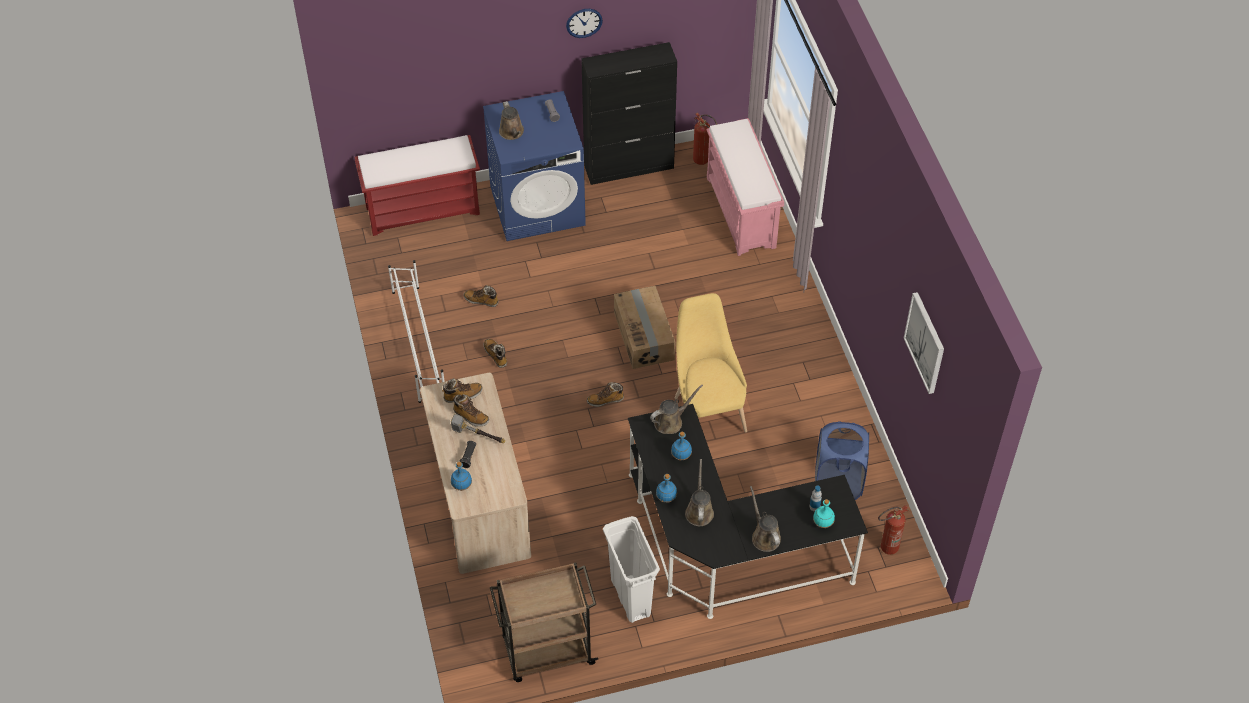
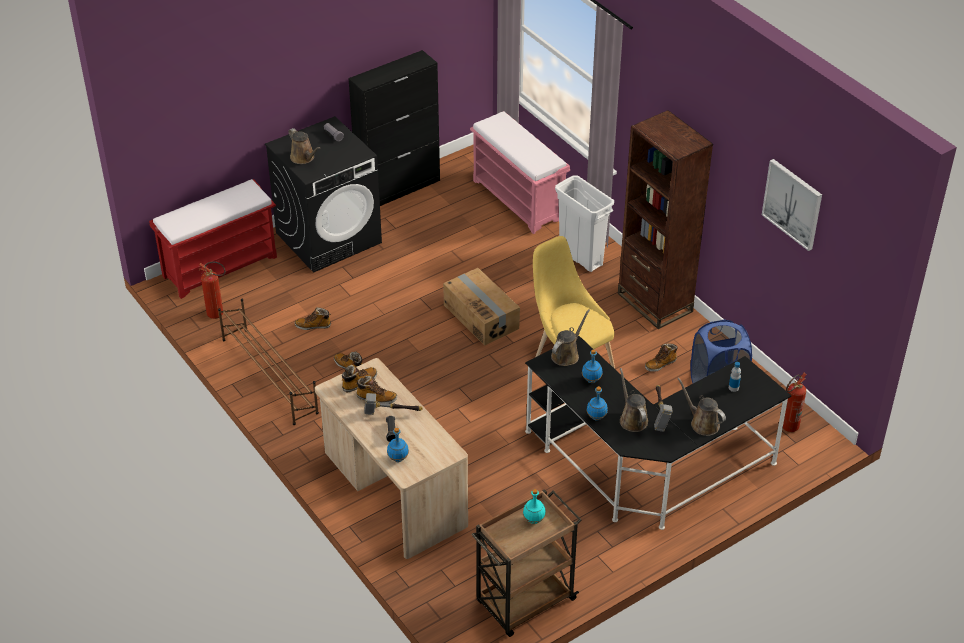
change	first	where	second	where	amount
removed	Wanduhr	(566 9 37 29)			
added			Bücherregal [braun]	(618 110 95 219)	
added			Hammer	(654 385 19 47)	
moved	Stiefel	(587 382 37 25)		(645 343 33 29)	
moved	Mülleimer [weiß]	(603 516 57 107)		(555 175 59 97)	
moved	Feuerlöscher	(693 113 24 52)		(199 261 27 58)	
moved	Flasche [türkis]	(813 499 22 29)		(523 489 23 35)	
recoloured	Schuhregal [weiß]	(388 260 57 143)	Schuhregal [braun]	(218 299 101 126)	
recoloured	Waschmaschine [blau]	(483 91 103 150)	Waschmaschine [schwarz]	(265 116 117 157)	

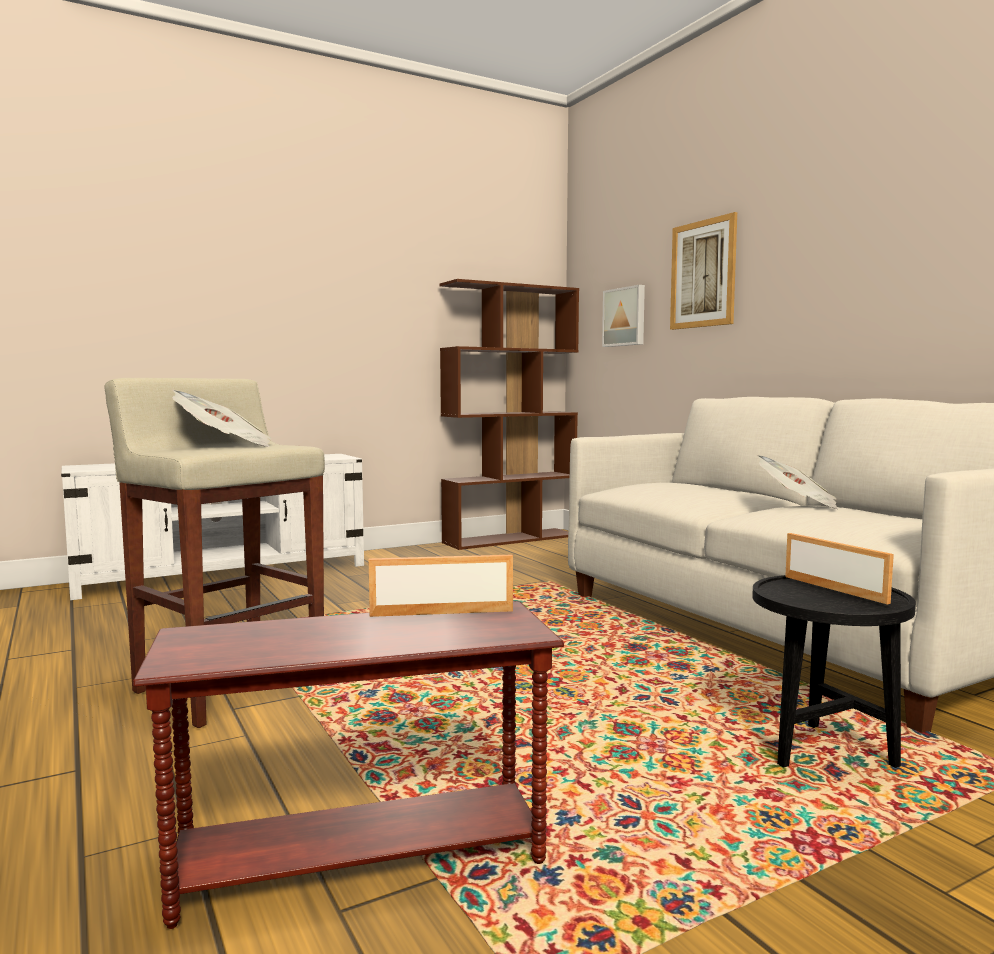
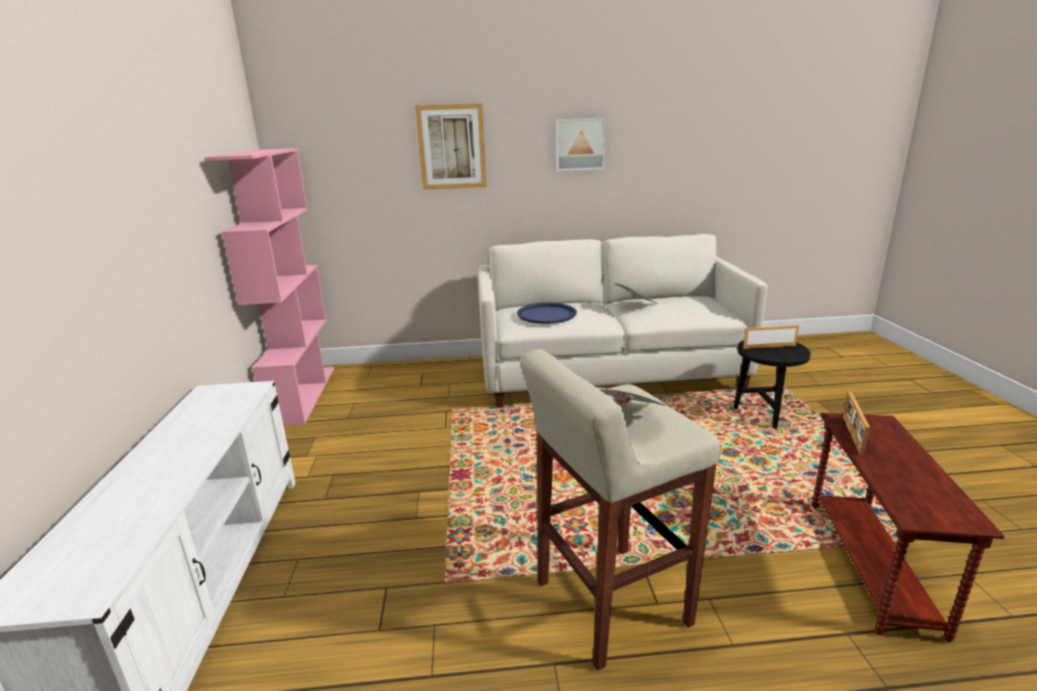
change	first	where	second	where	amount
added			Tablett [blau]	(517 303 60 21)	
moved	Bild	(602 285 43 62)		(556 118 50 53)	
recoloured	Bücherregal [braun]	(440 279 139 271)	Bücherregal [rosa]	(205 148 129 278)	

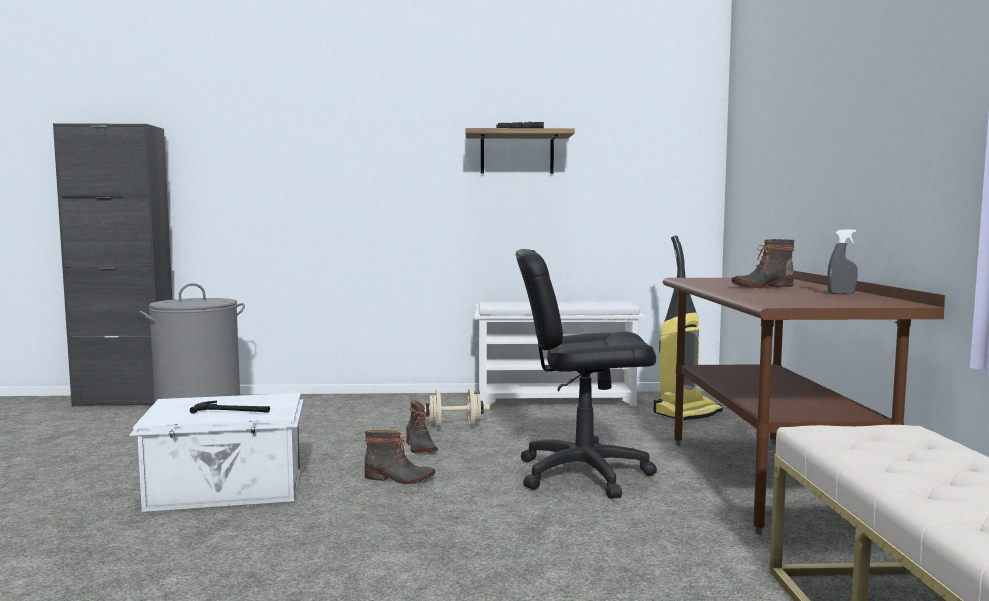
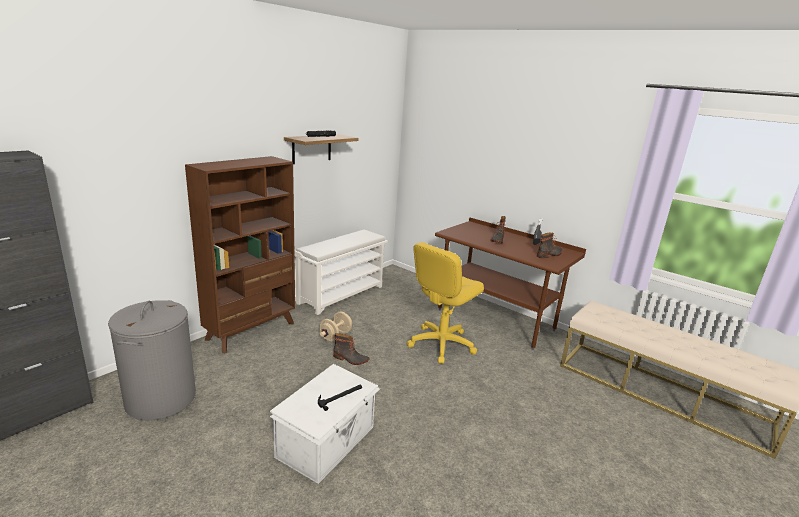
change	first	where	second	where	amount
removed	Staubsauger	(653 236 70 185)			
added			Bücherregal [braun]	(185 156 110 197)	
moved	Stiefel	(364 430 71 54)		(537 233 26 25)	
recoloured	Bürostuhl [schwarz]	(516 249 141 250)	Bürostuhl [gelb]	(407 242 77 122)	

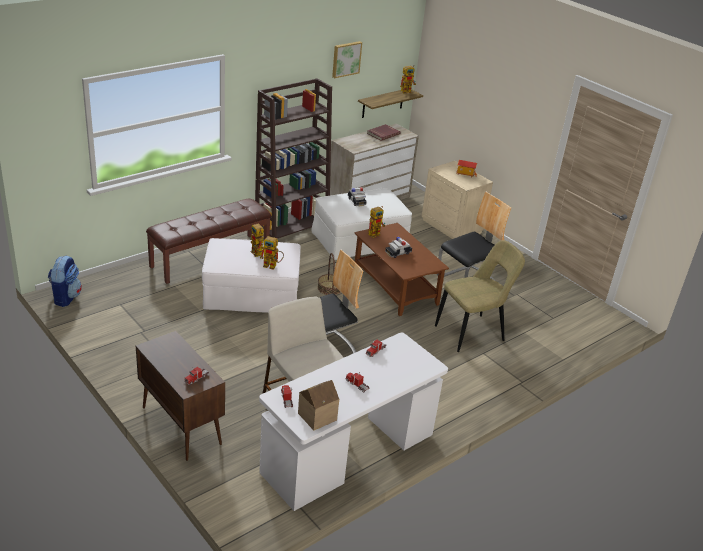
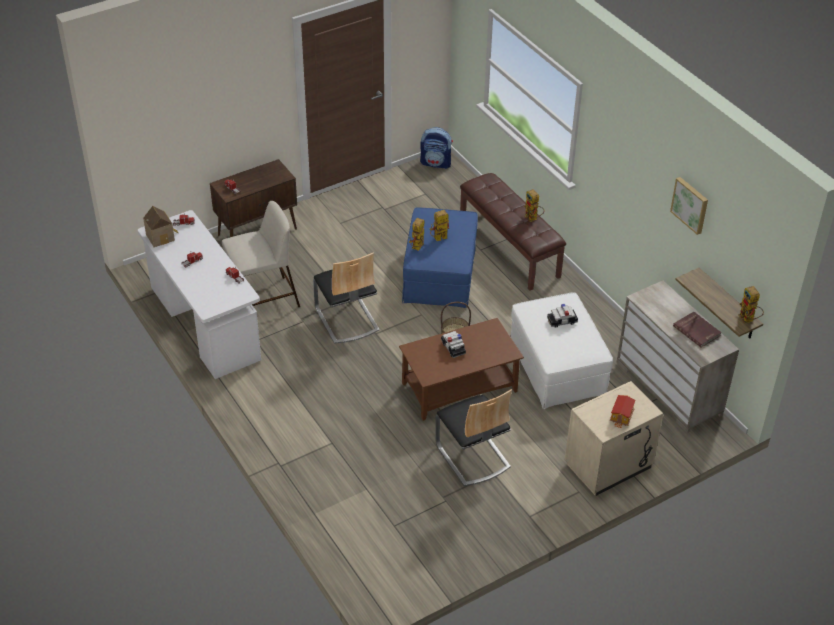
change	first	where	second	where	amount
removed	Bücherregal [braun]	(255 78 77 161)			
removed	Stuhl [beige]	(435 240 90 112)			
moved	Spielzeugroboter	(368 206 18 32)		(524 189 20 33)	
recoloured	Polsterhocker [weiß]	(202 238 99 75)	Polsterhocker [blau]	(402 207 76 101)	

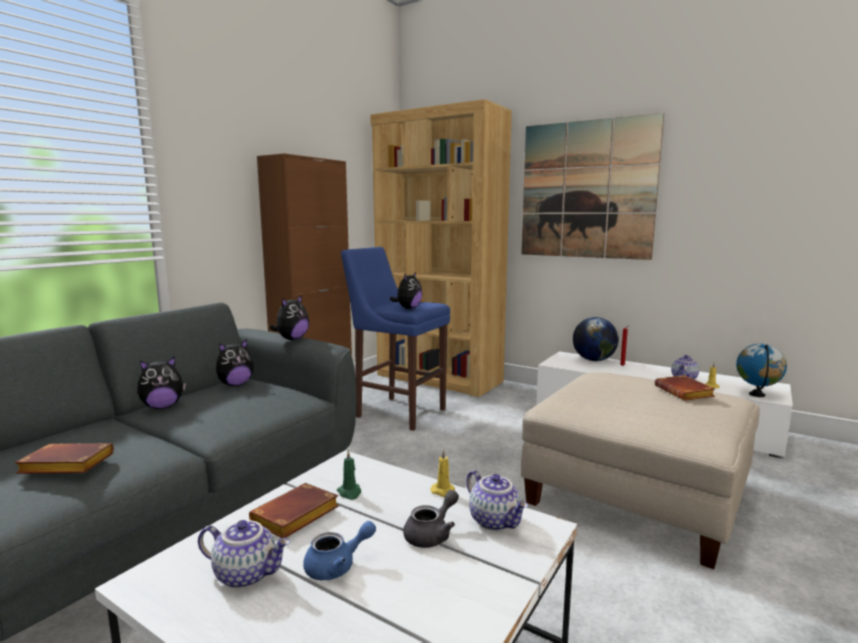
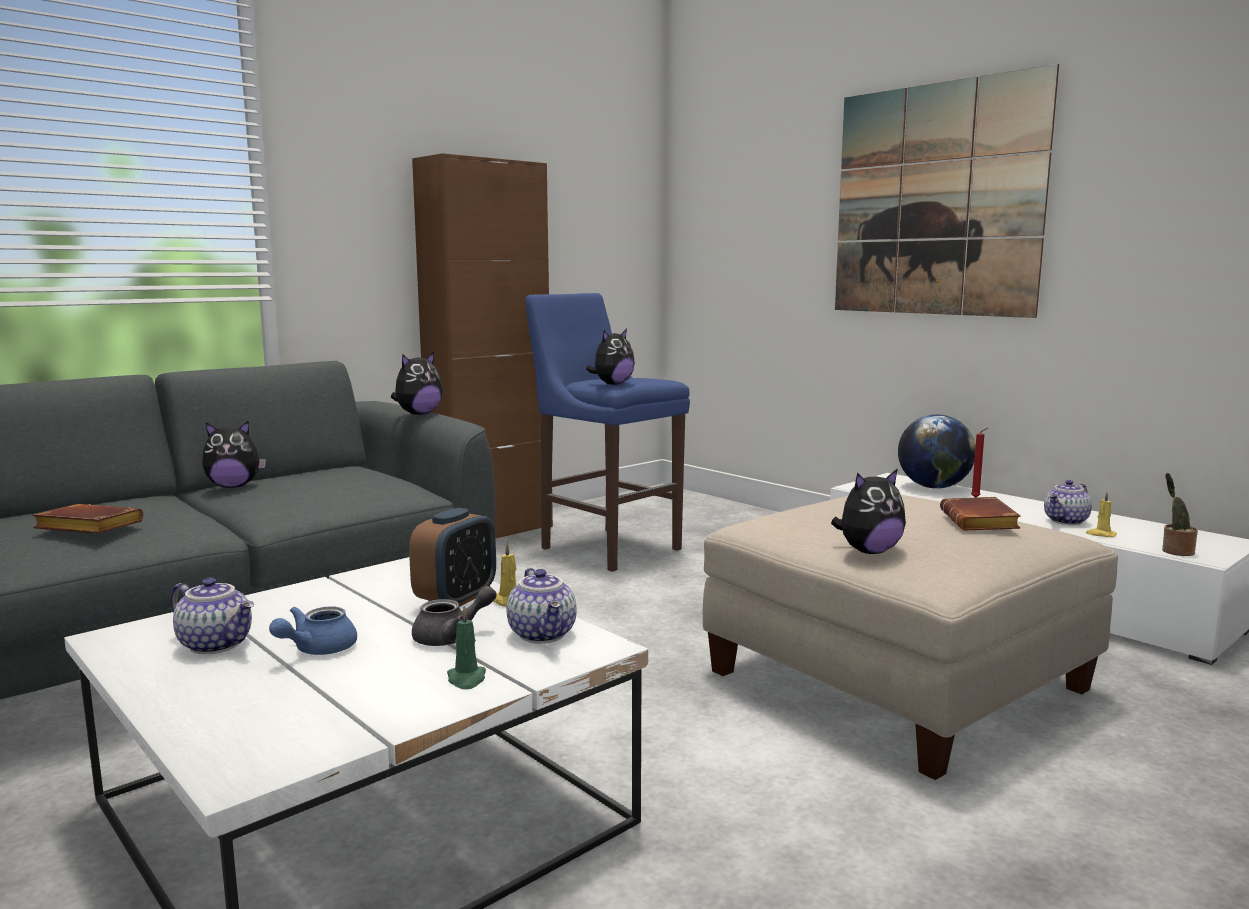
change	first	where	second	where	amount
removed	Buch [braun]	(249 483 90 55)			
removed	Bücherregal [braun]	(370 99 142 298)			
added			Wecker	(409 508 87 99)	
moved	Plüschtier	(216 339 38 47)		(831 468 75 86)	
moved	Kerze [grün]	(337 450 24 50)		(447 607 39 82)	
replaced	Globus	(736 344 51 53)	Topfpflanze	(1162 473 36 83)	
turned	Teekanne [blau]	(303 521 73 59)		(269 606 88 49)	135 degrees clockwise

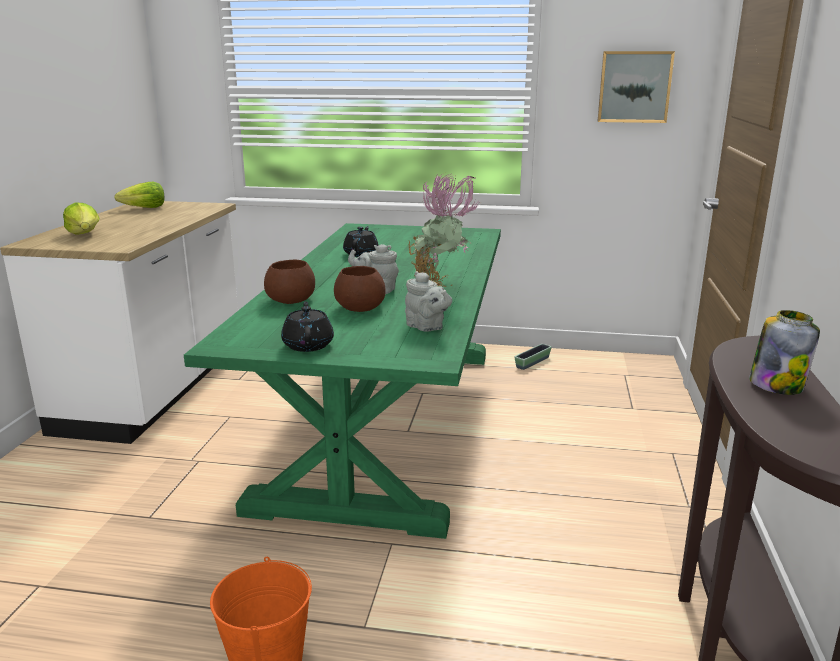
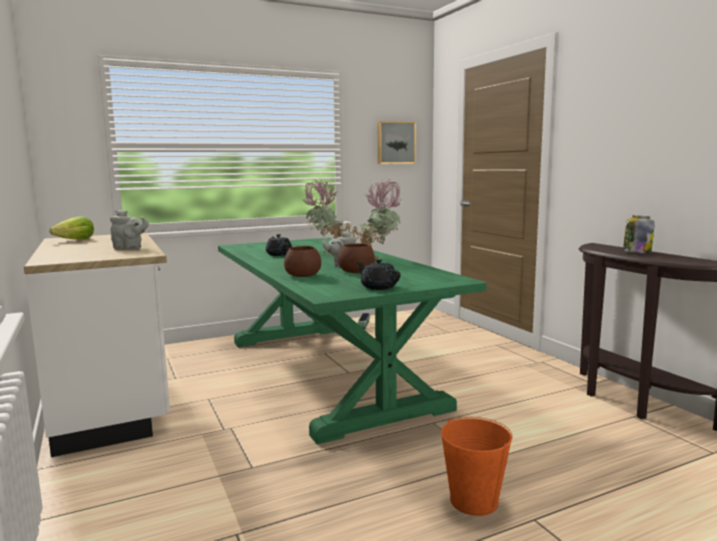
change	first	where	second	where	amount
removed	Salatkopf	(63 202 36 33)			
added			Topfpflanze	(303 179 47 75)	
moved	Teekanne [grau]	(405 271 47 61)		(110 210 39 39)	

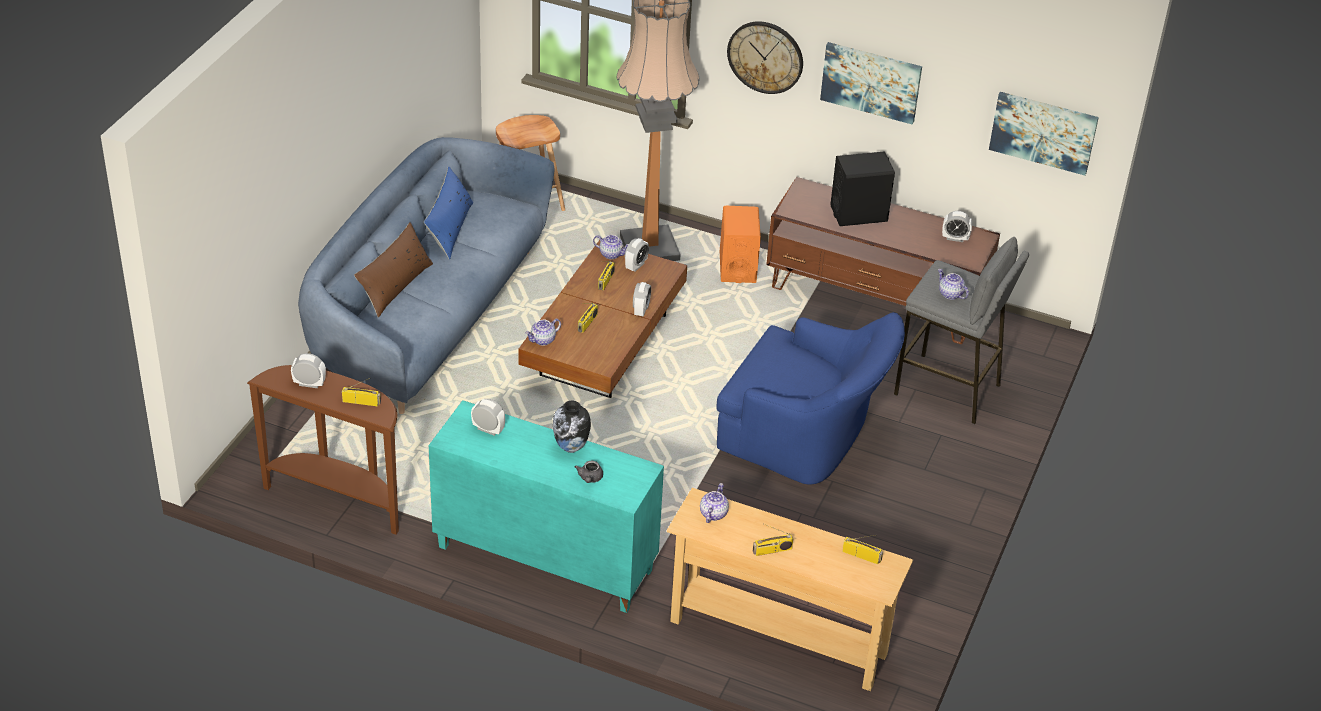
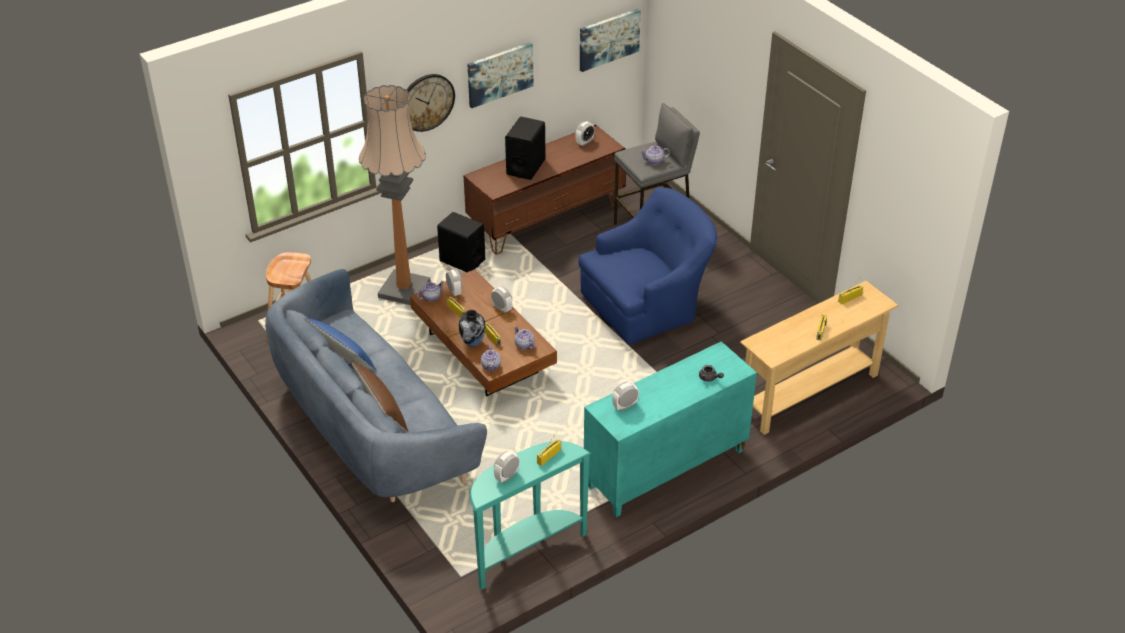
change	first	where	second	where	amount
moved	Vase	(553 401 38 52)		(459 310 27 37)	
moved	Teekanne	(700 483 29 40)		(514 326 21 24)	
recoloured	Konsolentisch [braun]	(247 365 152 170)	Konsolentisch [türkis]	(469 441 122 149)	
recoloured	Lautsprecher [orange]	(720 206 41 77)	Lautsprecher [schwarz]	(437 212 48 60)	

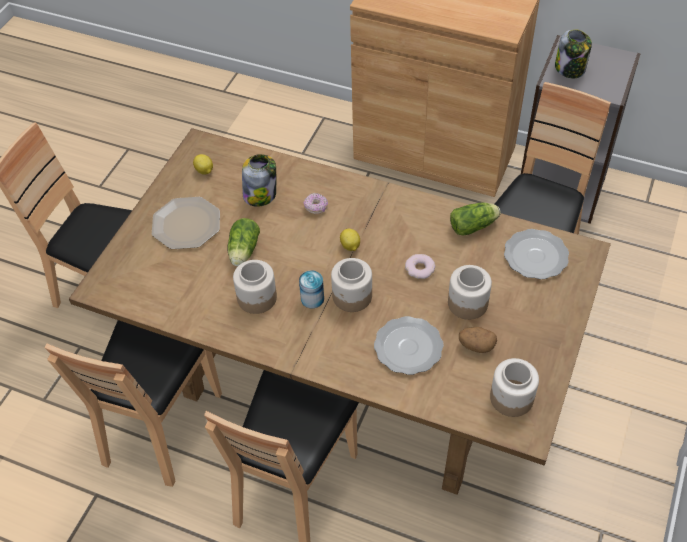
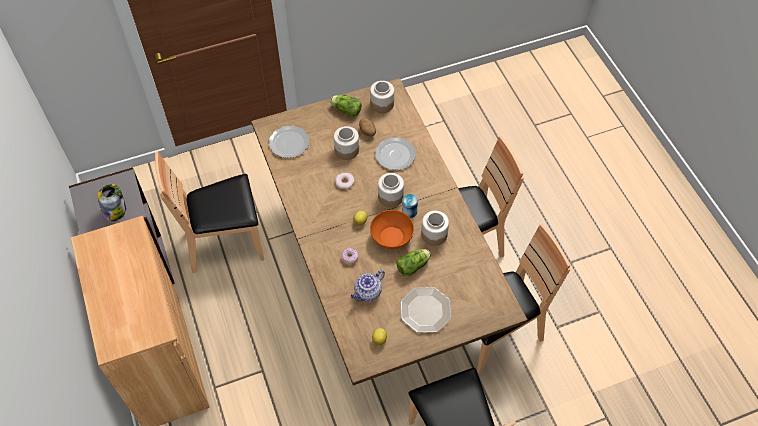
change	first	where	second	where	amount
added			Schüssel [orange]	(370 210 44 39)	
moved	Salatkopf	(450 202 51 33)		(330 95 31 22)	
replaced	Vorratsglas	(242 154 34 53)	Teekanne	(351 270 34 31)	

